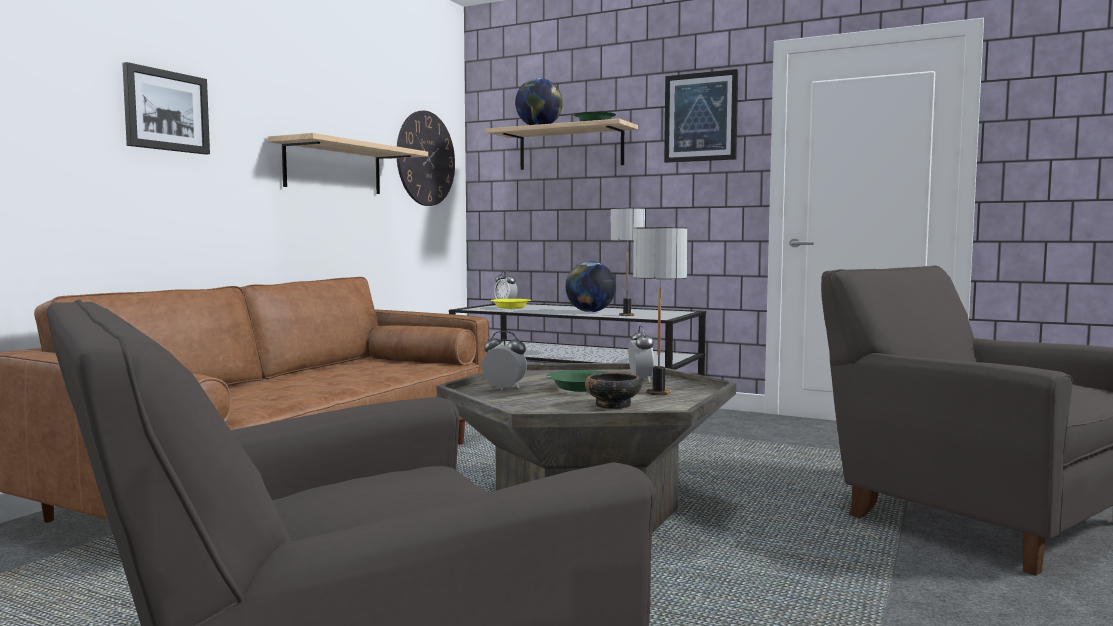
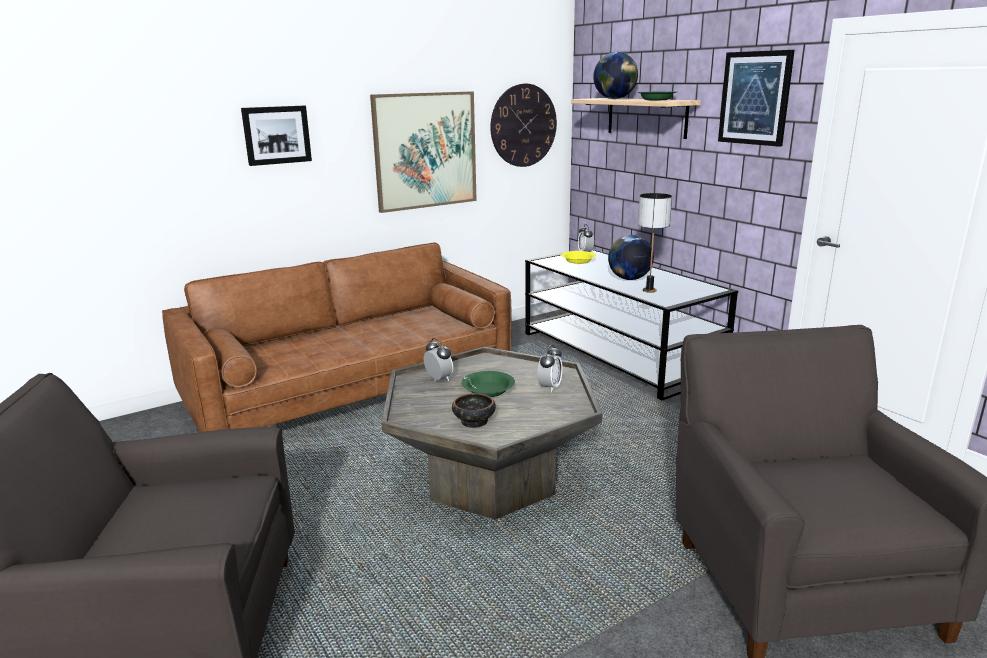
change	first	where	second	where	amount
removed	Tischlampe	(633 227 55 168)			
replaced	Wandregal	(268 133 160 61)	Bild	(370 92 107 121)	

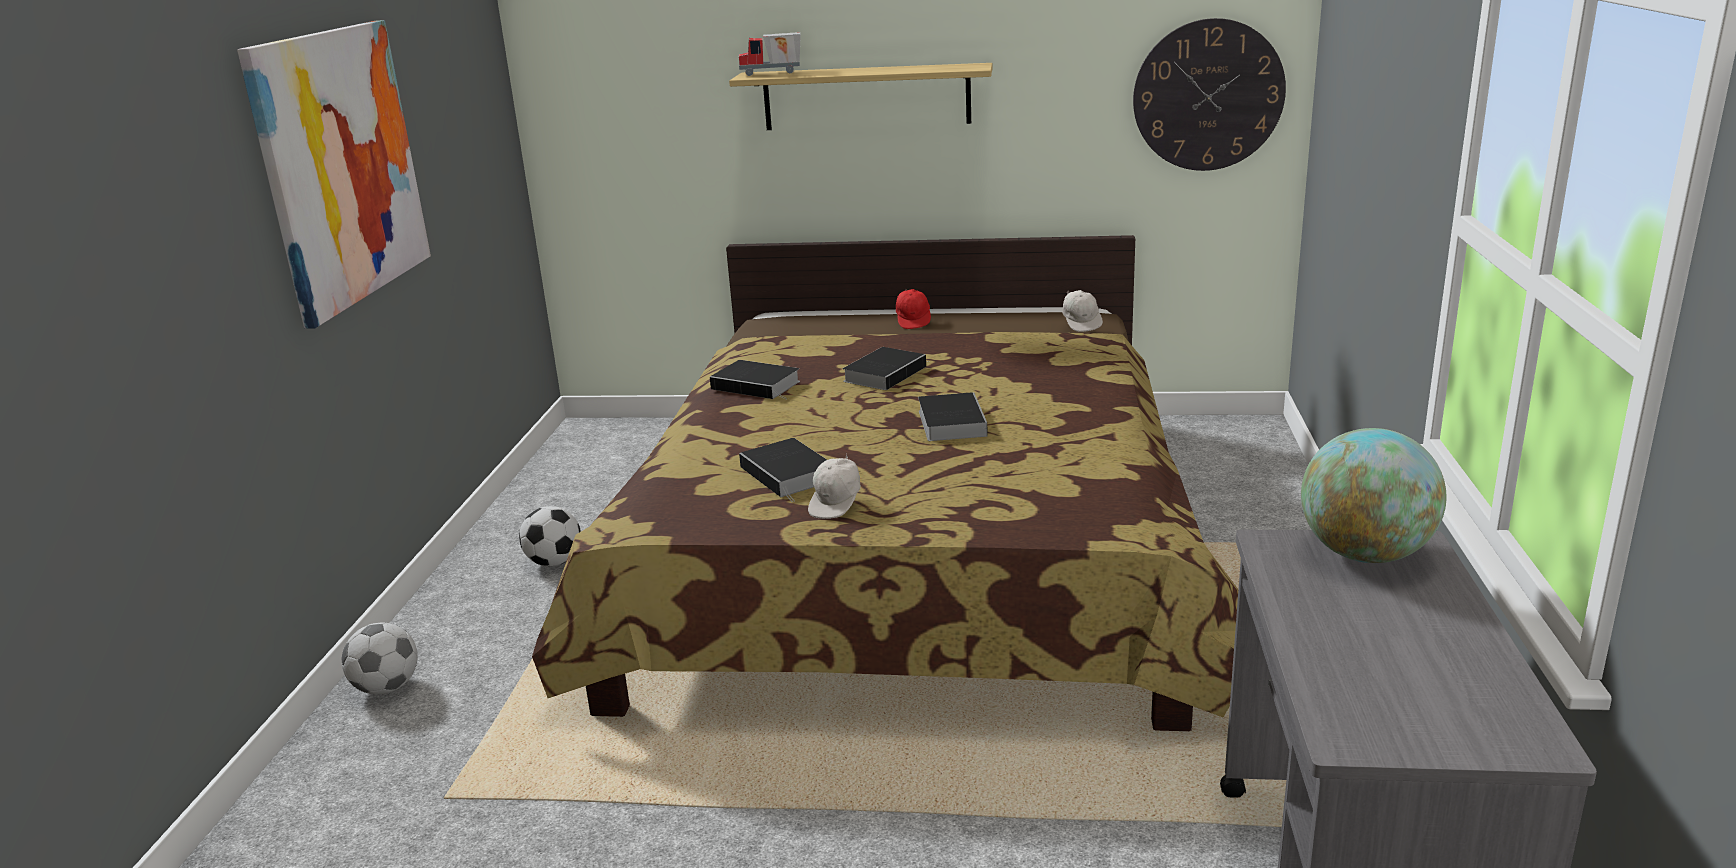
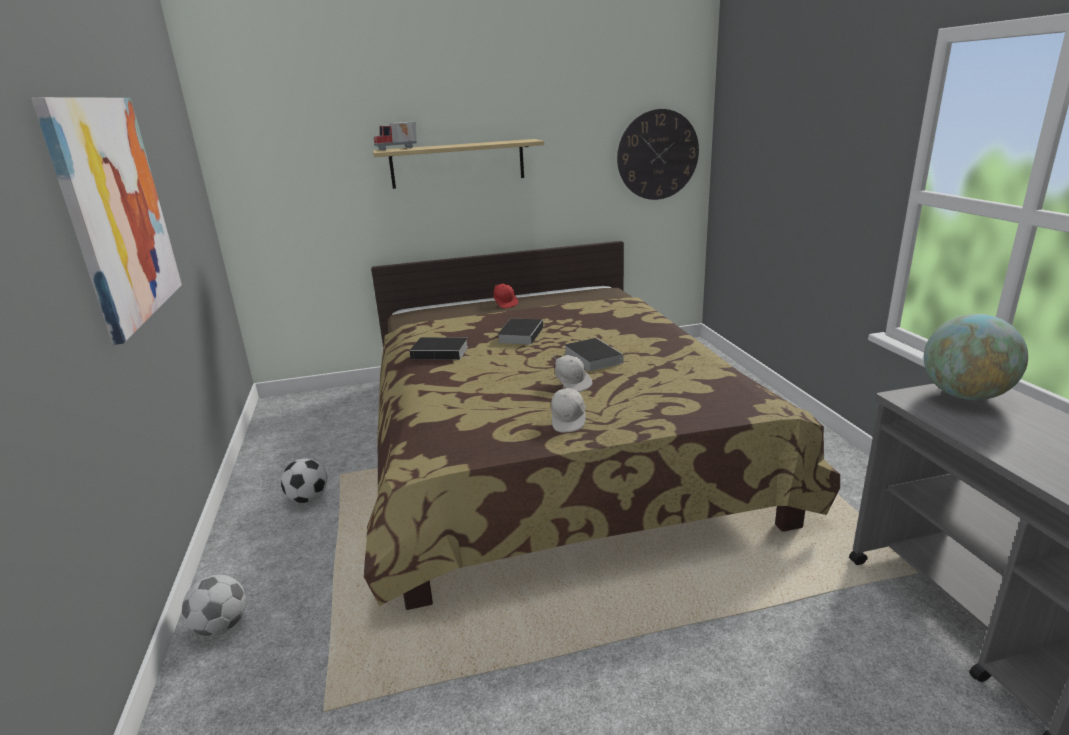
change	first	where	second	where	amount
removed	Buch	(739 438 88 64)			
moved	Kappe [weiß]	(1062 290 41 42)		(554 355 39 37)	

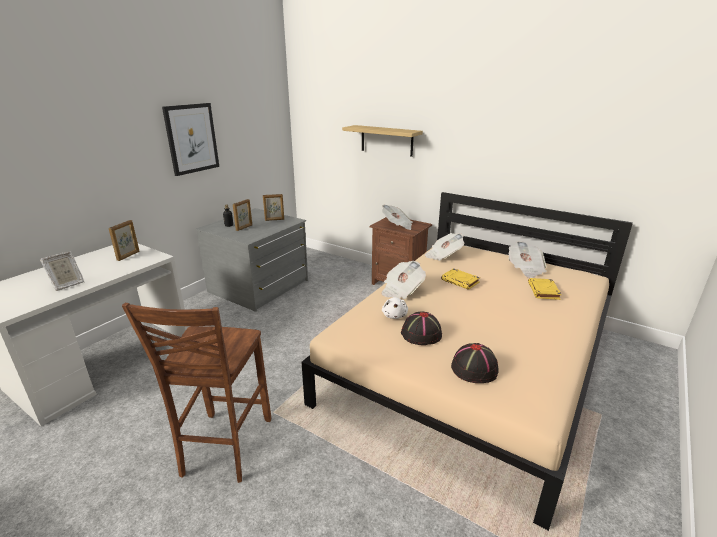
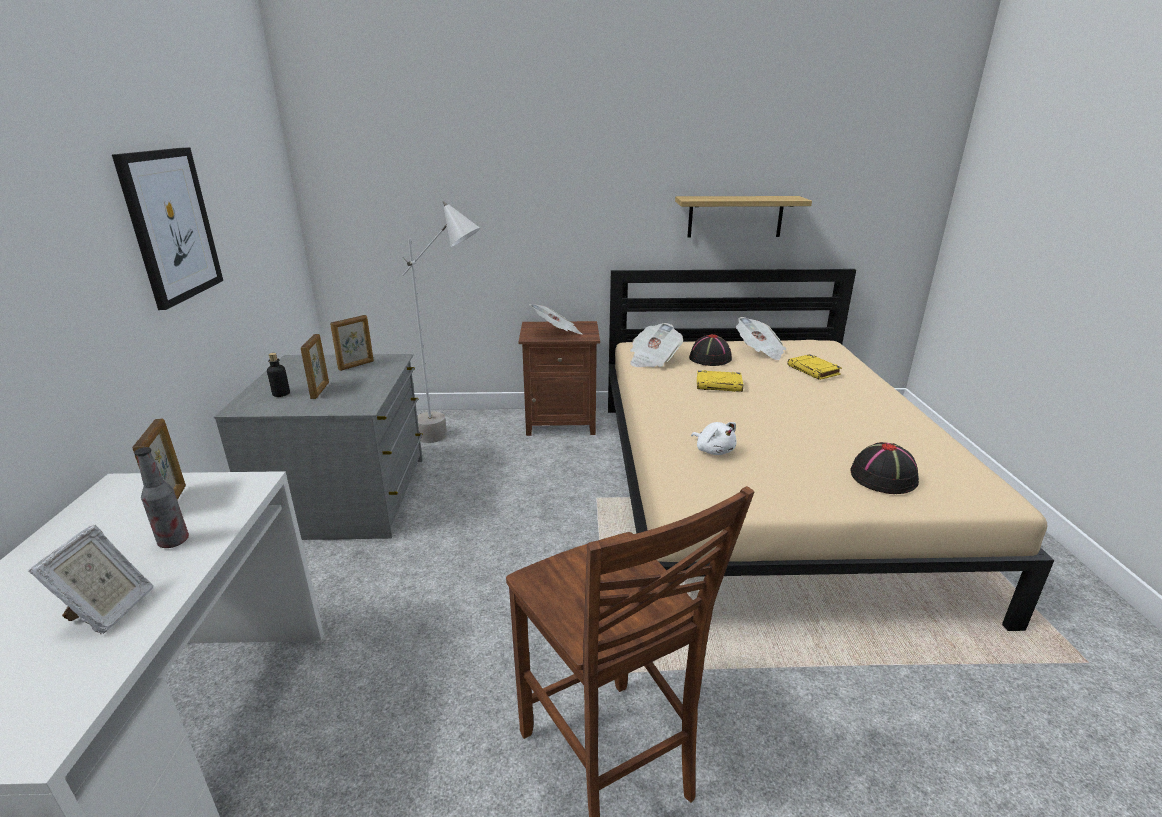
change	first	where	second	where	amount
removed	Zeitung	(381 261 45 38)			
added			Flasche	(134 447 55 101)	
added			Stehlampe [grau]	(403 201 77 242)	
moved	Wandregal	(342 125 81 32)		(675 196 137 41)	
moved	Hut [schwarz]	(401 312 41 33)		(689 334 43 32)	

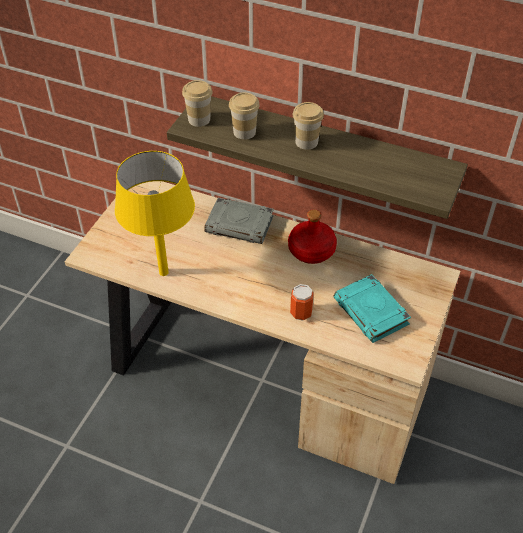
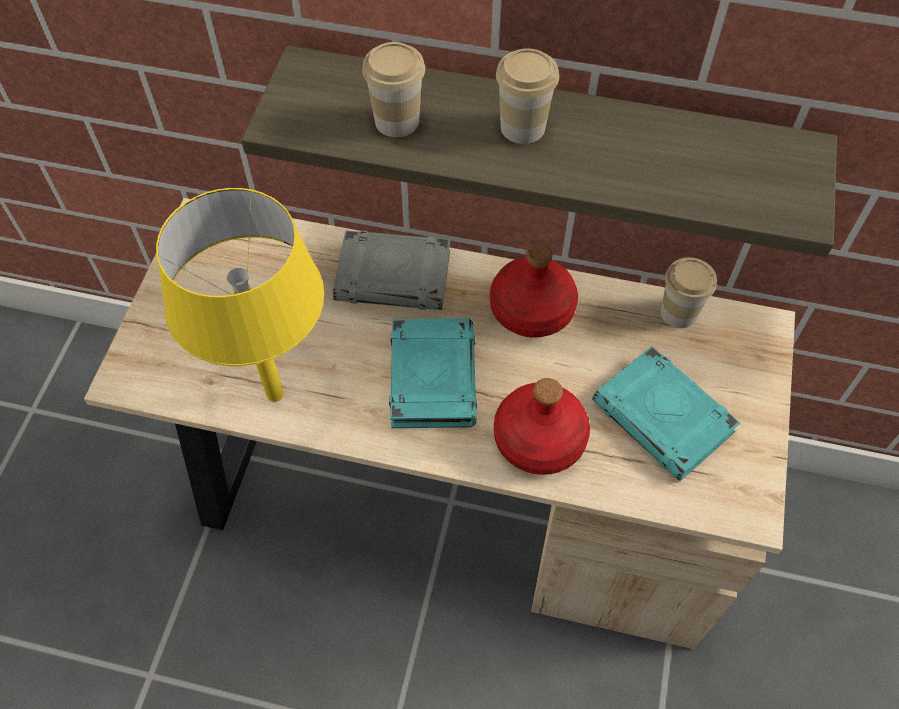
change	first	where	second	where	amount
added			Buch [türkis]	(389 318 88 110)	
moved	Tasse	(182 80 30 47)		(661 257 56 71)	
replaced	Dose	(290 284 24 37)	Flasche [rot]	(494 378 96 97)	

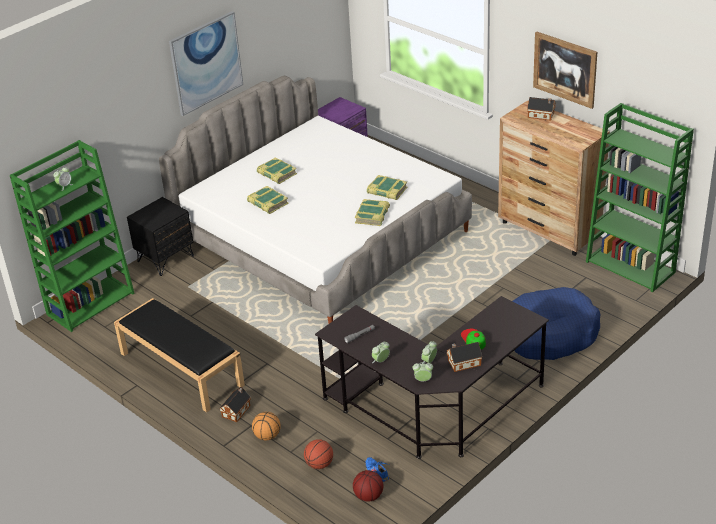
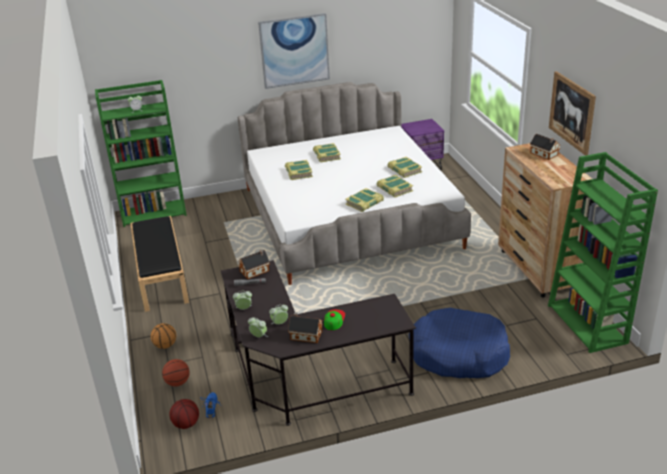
change	first	where	second	where	amount
removed	Nachttisch [schwarz]	(127 197 67 79)			
added			Buch	(388 157 34 21)	
moved	Spielzeughaus	(219 387 32 35)		(238 250 32 29)	

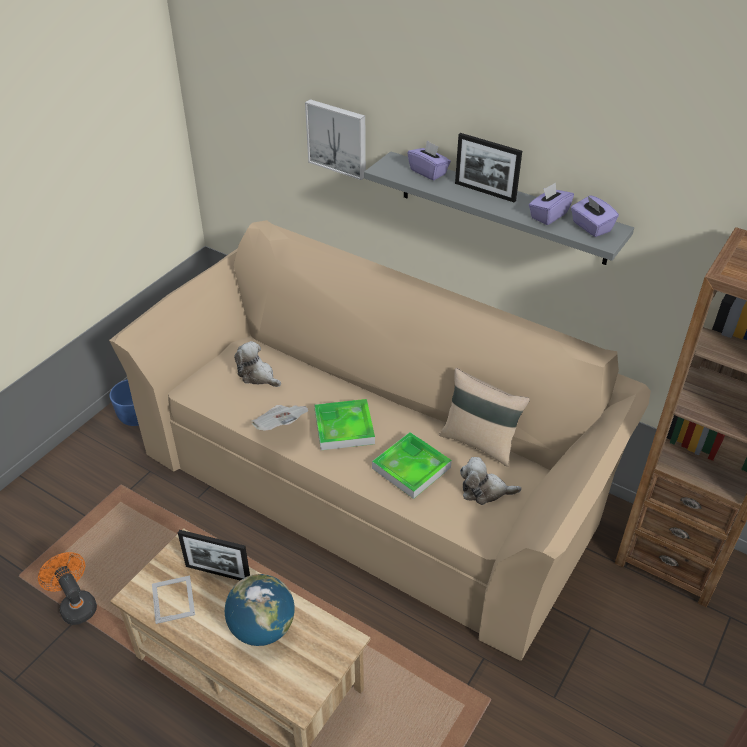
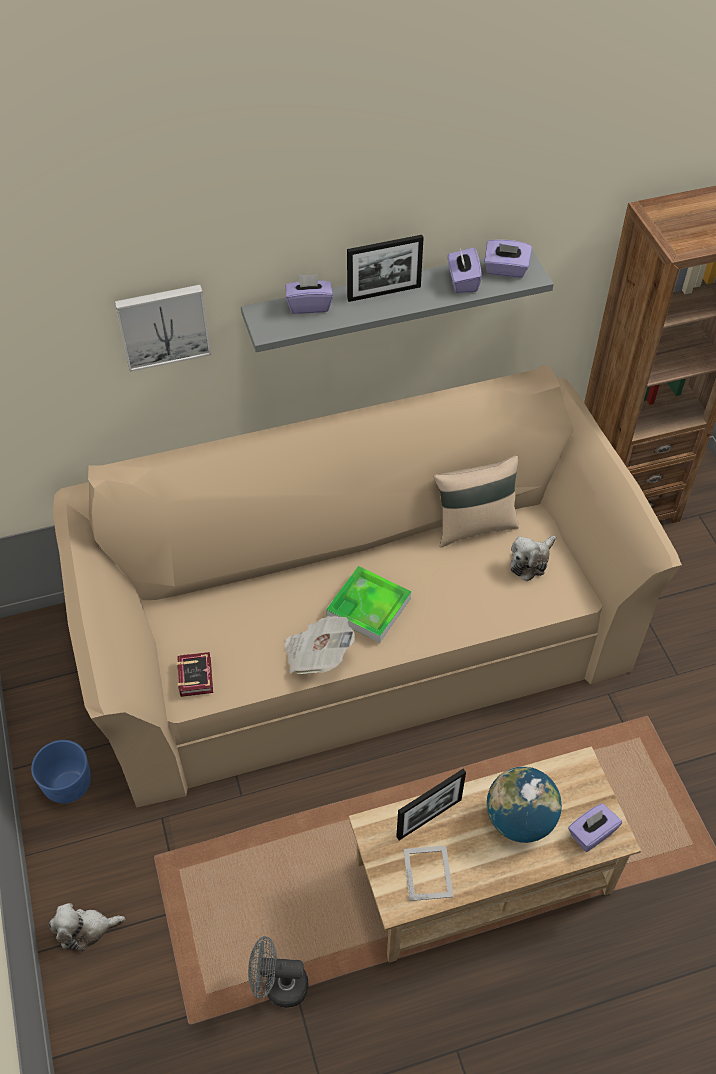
change	first	where	second	where	amount
removed	Tablett	(372 432 80 67)			
added			Buch	(177 652 36 45)	
added			Taschentuchbox [lila]	(568 803 54 49)	
moved	Plüschtier	(234 341 47 46)		(49 903 76 49)	
recoloured	Ventilator [orange]	(38 552 59 73)	Ventilator [grau]	(248 936 60 72)	
turned	Bilderrahmen	(152 576 43 48)		(403 845 50 56)	60 degrees clockwise

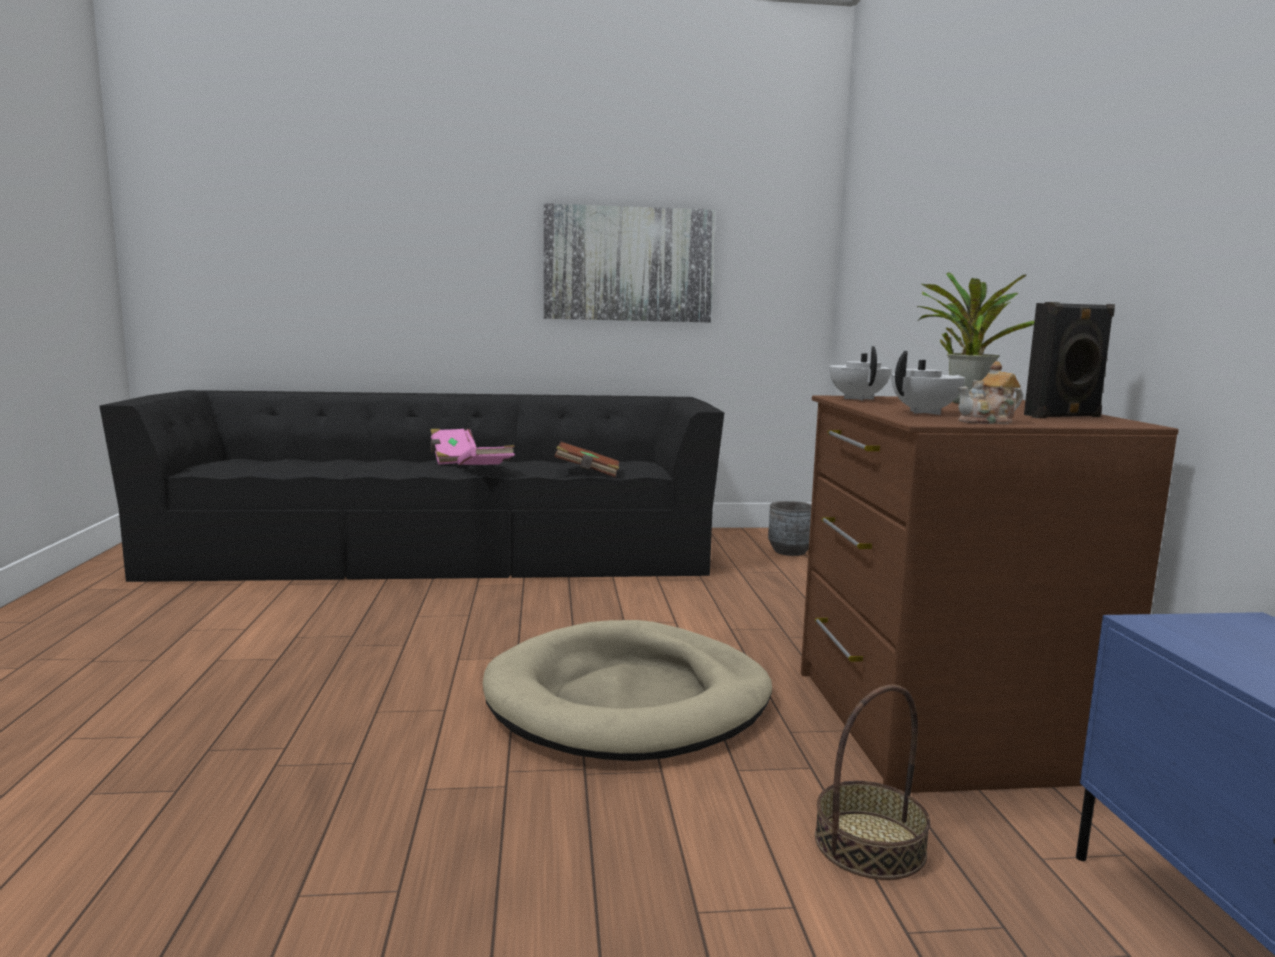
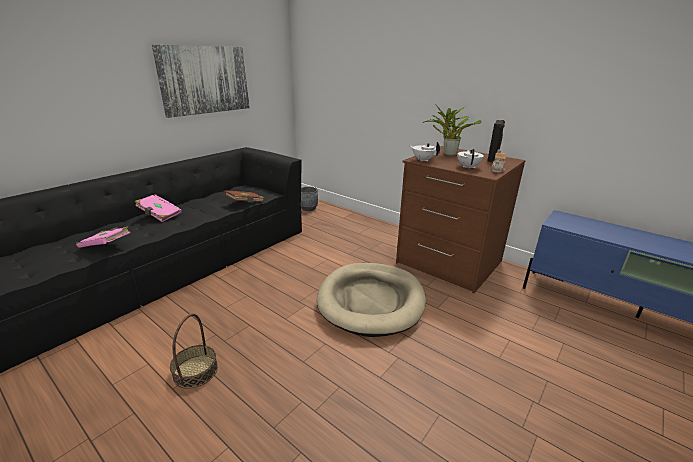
change	first	where	second	where	amount
moved	Buch [rosa]	(457 445 58 20)		(76 227 54 21)	
moved	Korb	(815 685 115 195)		(170 314 48 75)	

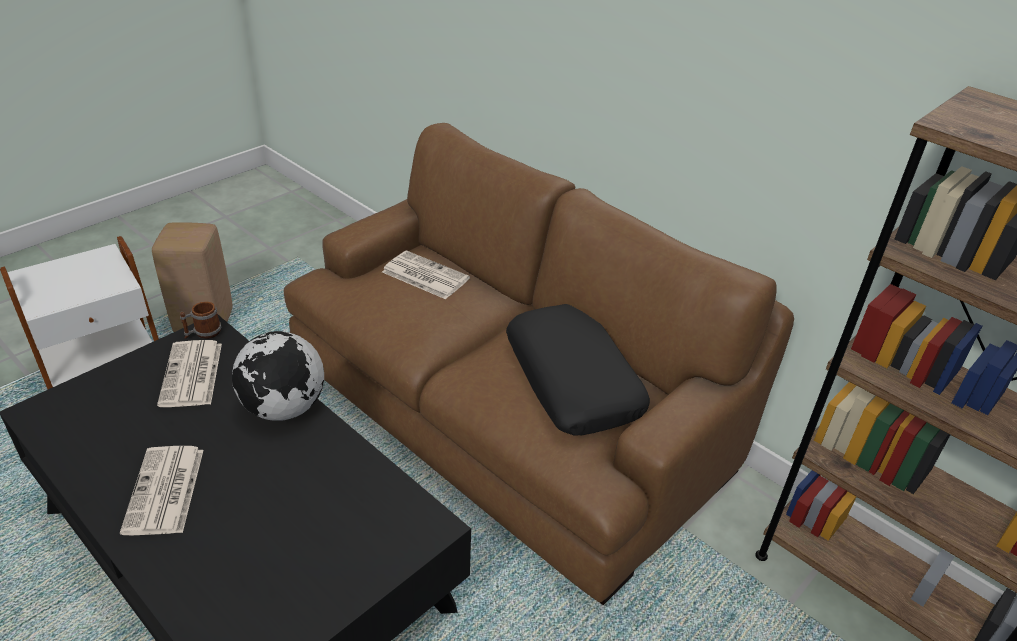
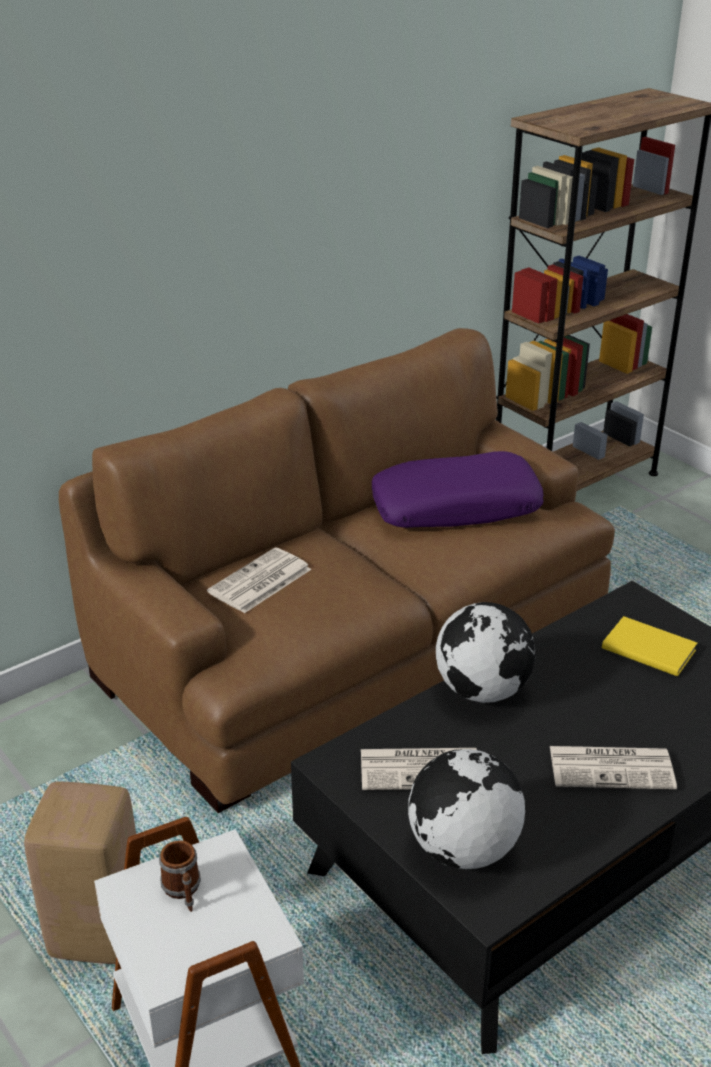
change	first	where	second	where	amount
added			Globus	(408 749 117 120)	
added			Buch [gelb]	(602 616 95 60)	
moved	Henkelbecher	(180 301 41 38)		(159 840 42 72)	
recoloured	Kissen [schwarz]	(506 304 144 132)	Kissen [lila]	(372 451 172 77)	

